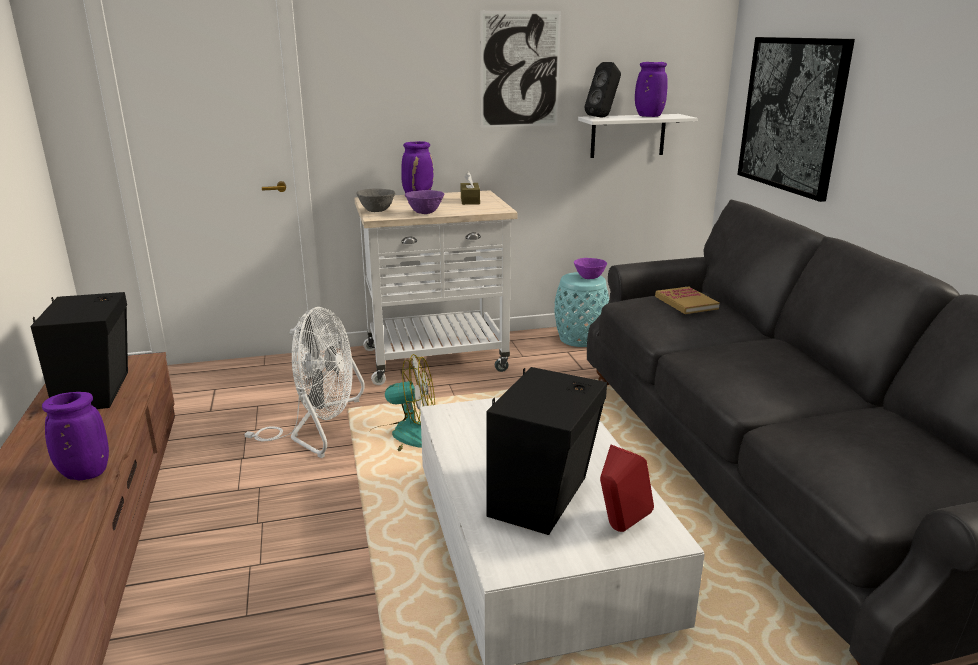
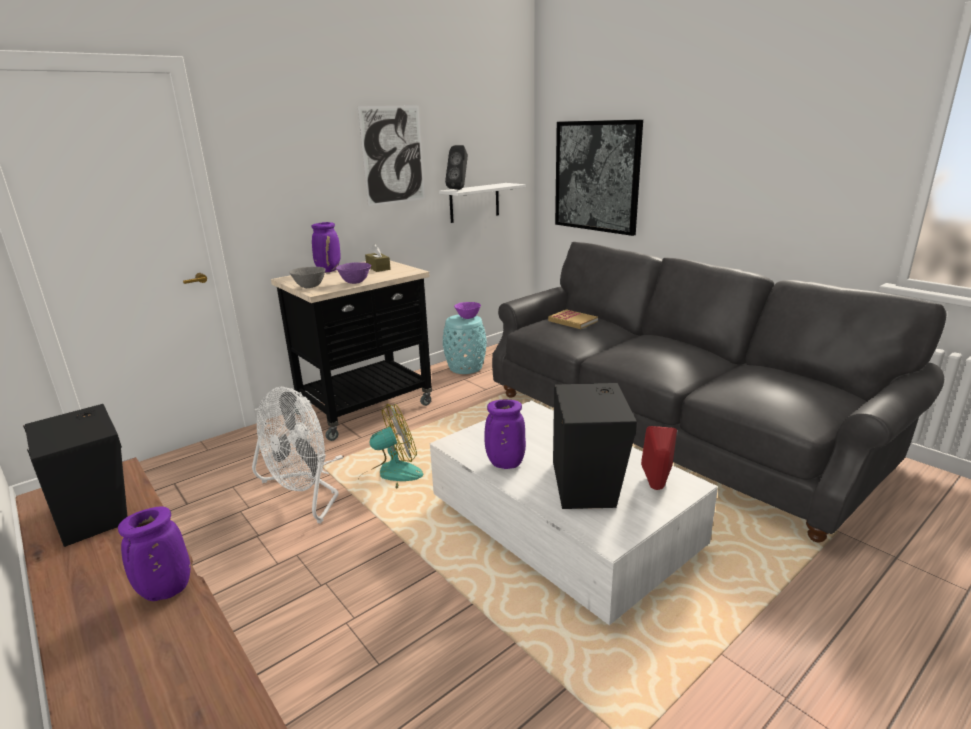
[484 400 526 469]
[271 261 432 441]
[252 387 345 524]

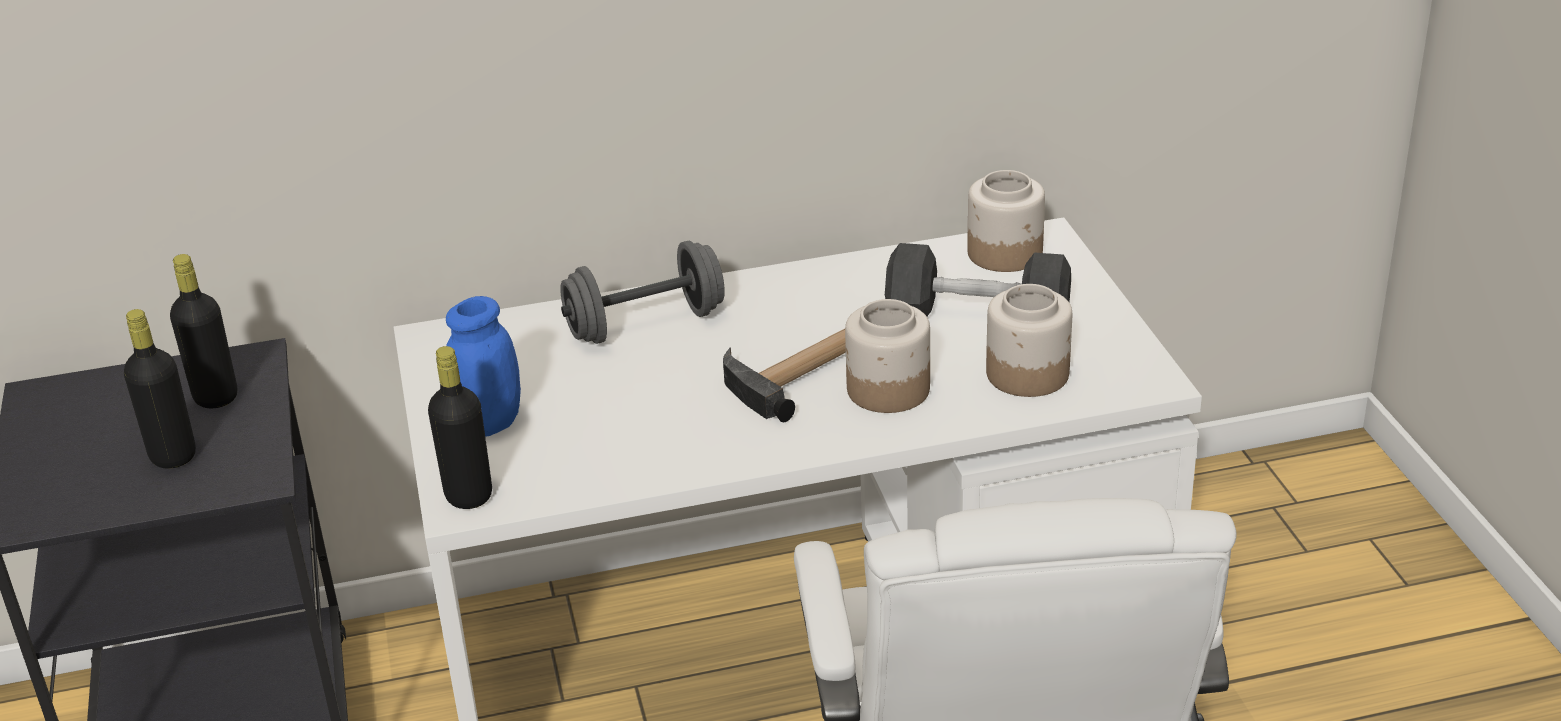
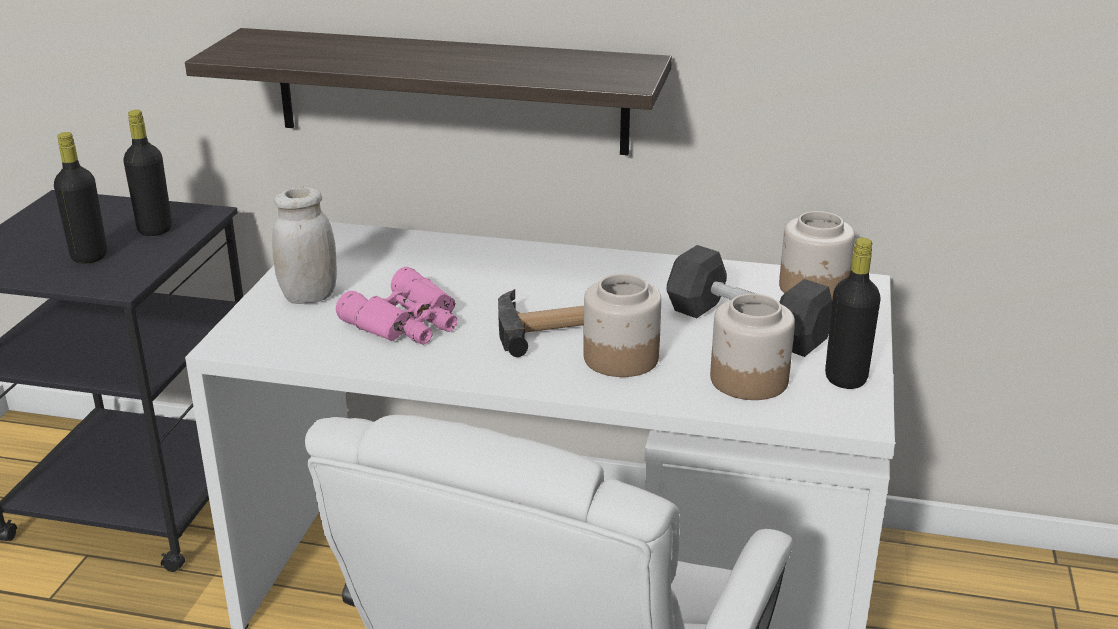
[560 241 725 344] (first image)
[185 28 672 155]
[336 267 457 345]
[825 238 881 389]
[272 187 337 304]

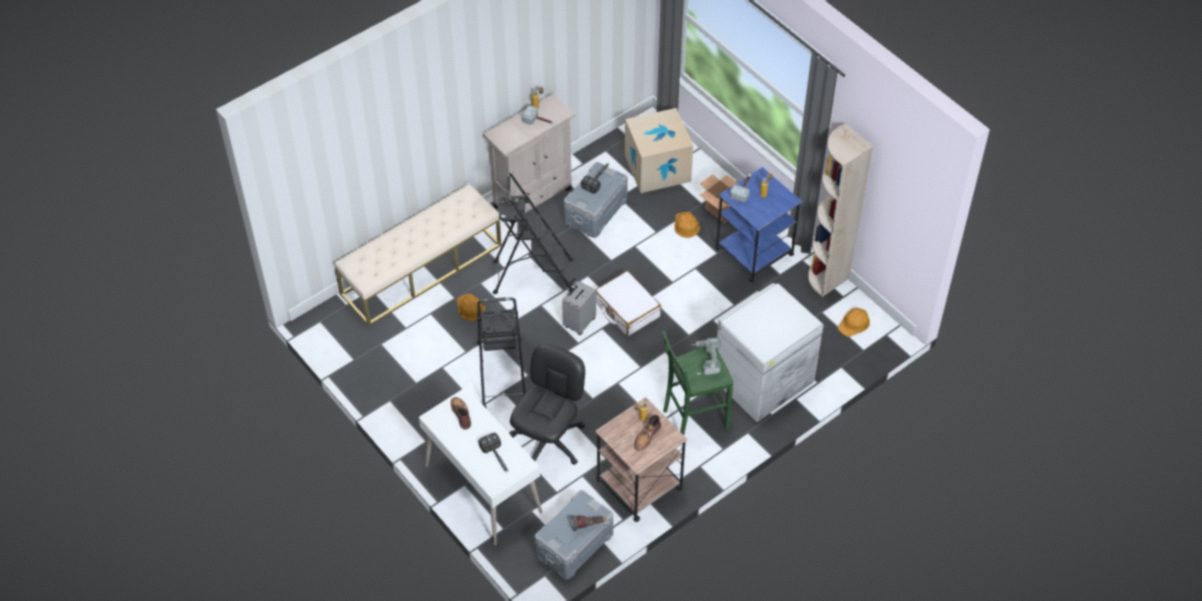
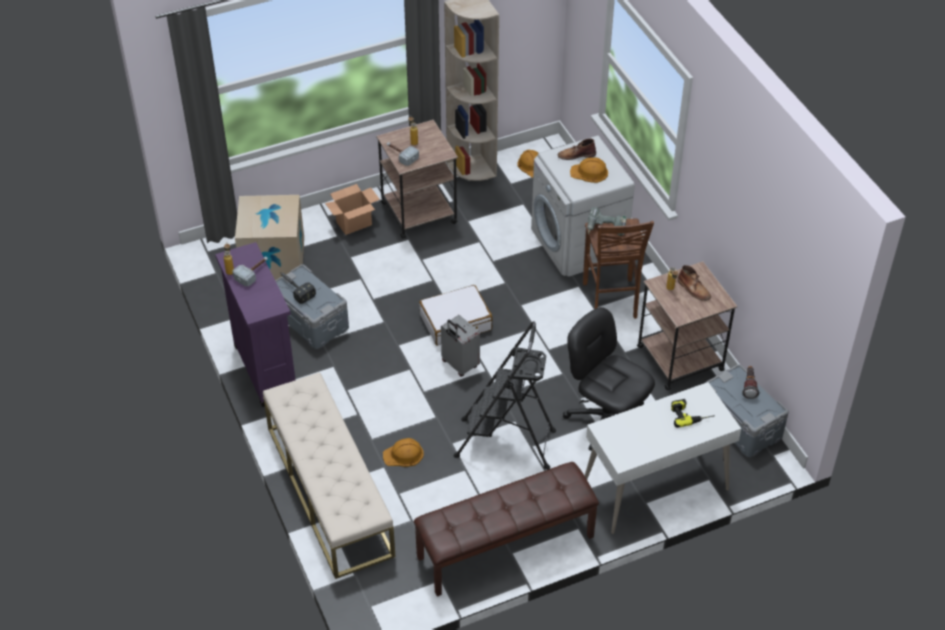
[493 173 574 294] (first image)
[414 462 599 597]
[558 138 596 160]
[570 157 608 183]
[671 399 714 428]
[215 242 296 407]
[583 219 654 319]
[376 120 458 238]

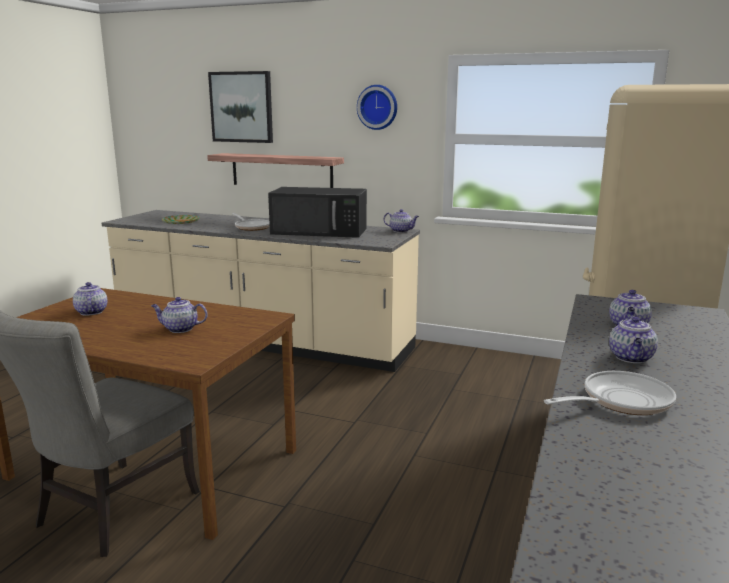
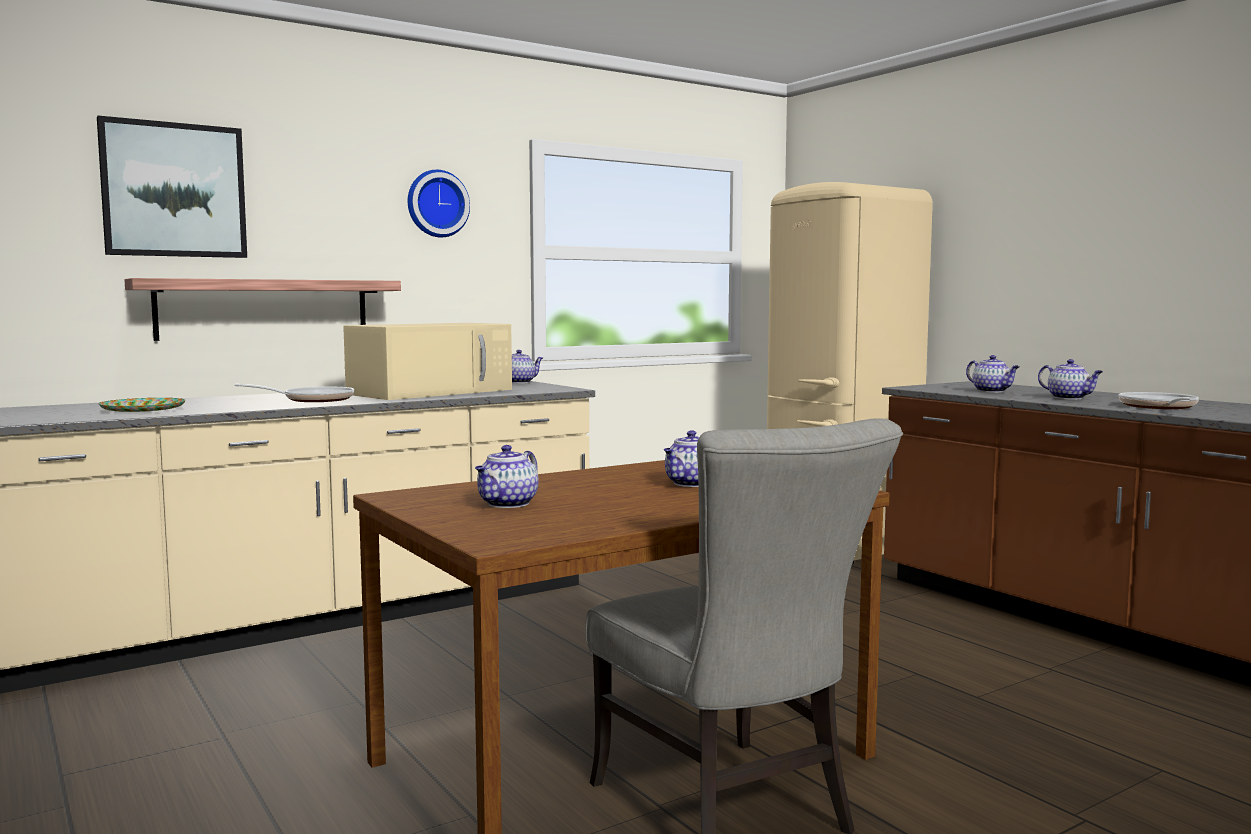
[343 323 512 400]
[475 445 538 508]

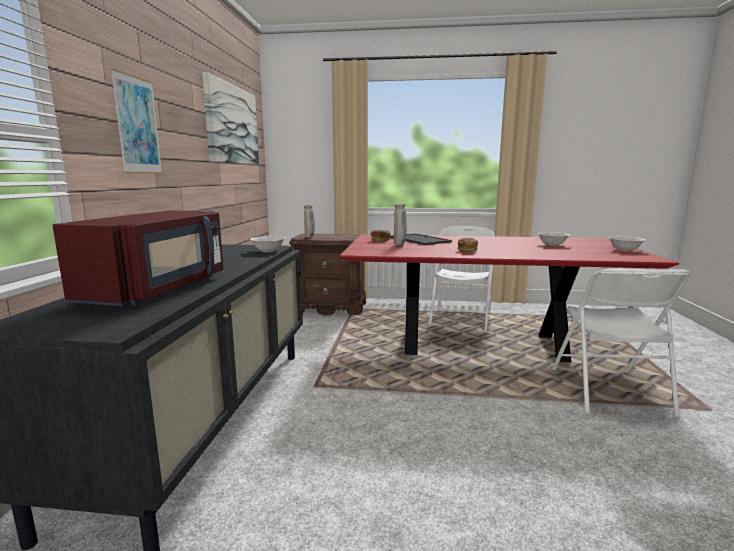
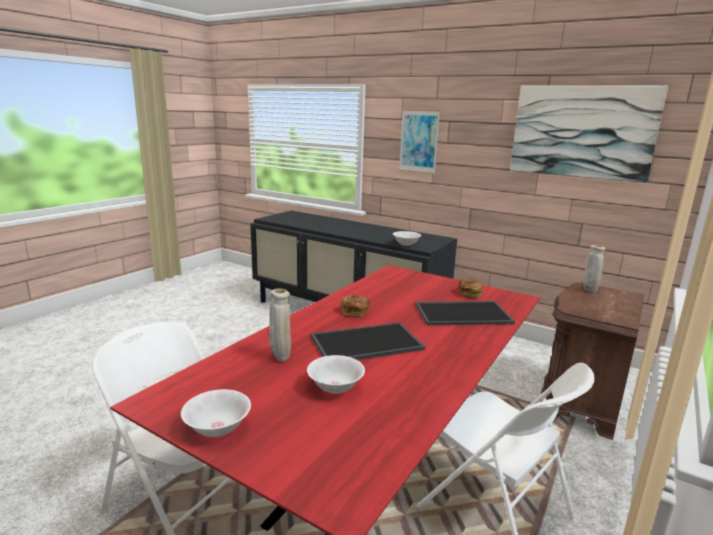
[52 210 223 306] (first image)
[311 322 425 360]
[269 288 291 362]

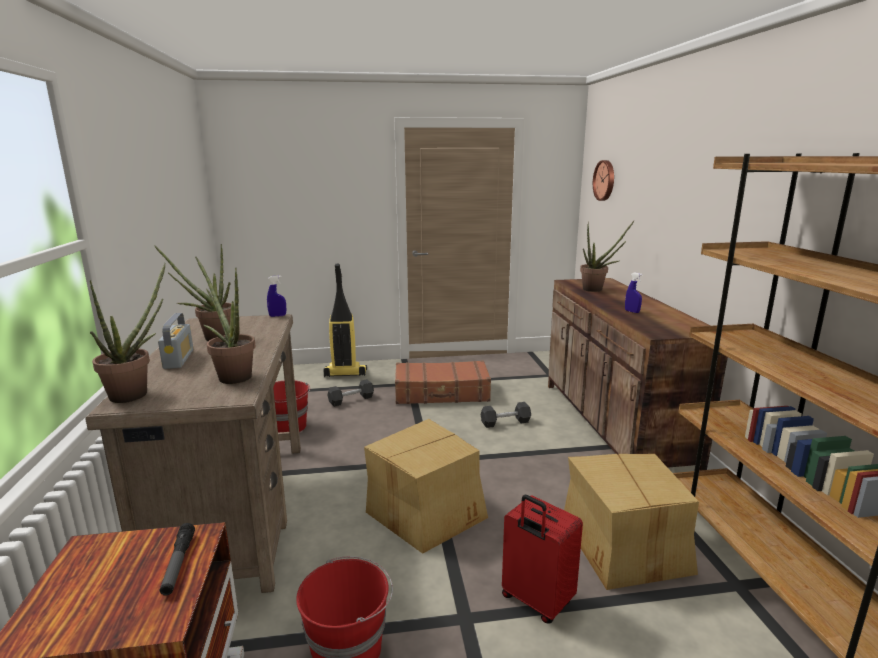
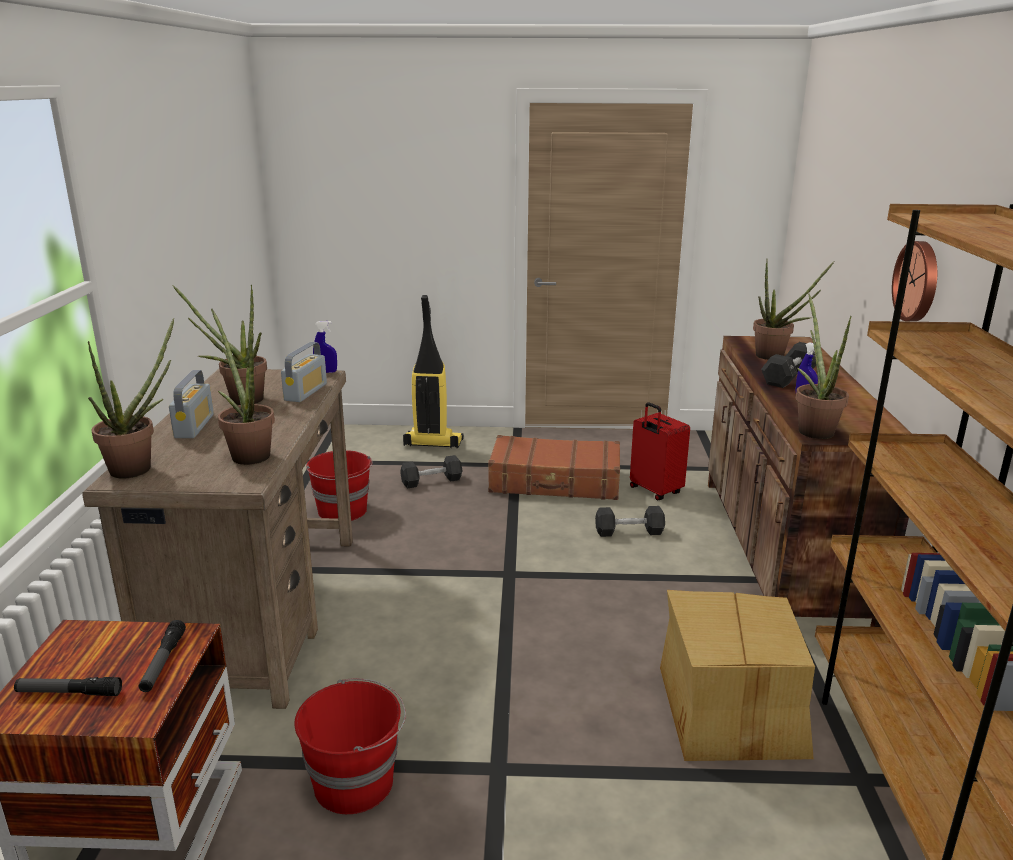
[364 419 488 554] (first image)
[14 677 122 696]
[281 342 327 402]
[761 342 816 388]
[796 293 852 439]
[630 402 690 500]
[892 241 937 321]

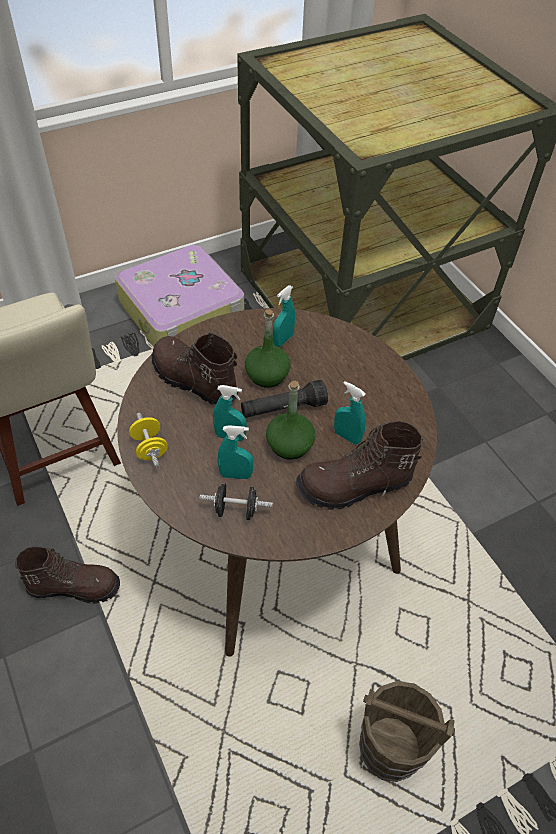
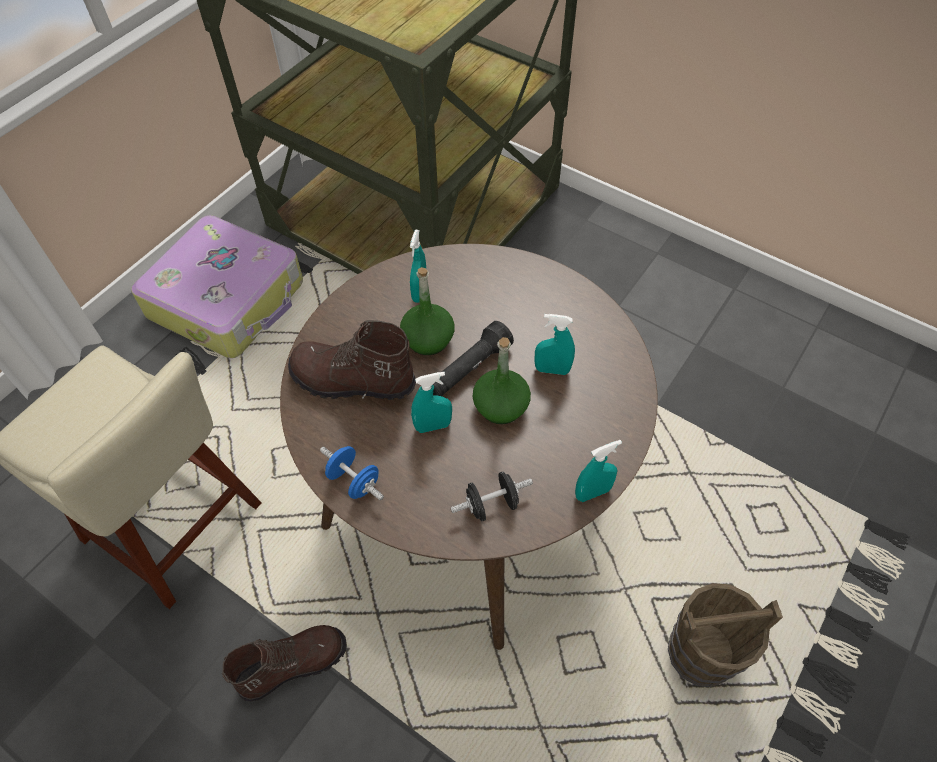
[296 421 423 510] (first image)
[575 440 622 502]
[320 446 384 500]

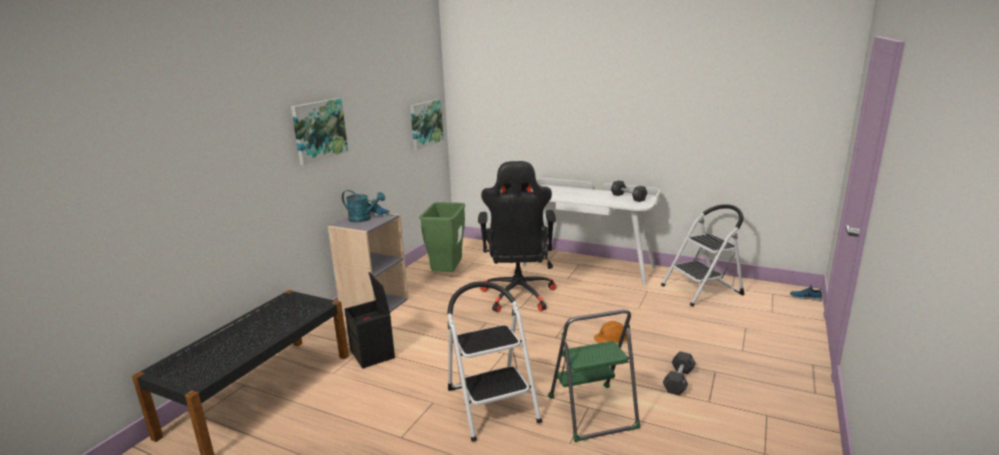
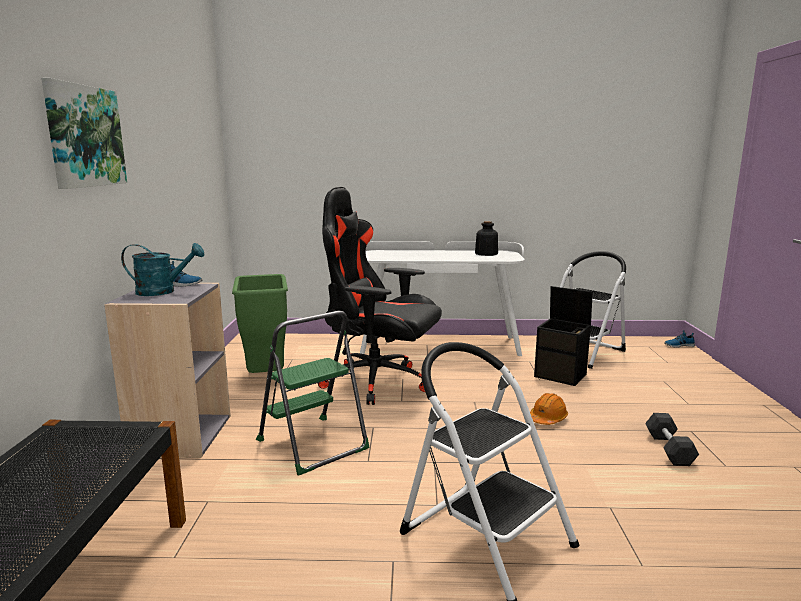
[410 99 444 150] (first image)
[534 286 593 386]
[256 311 370 476]
[475 221 498 256]
[317 187 442 405]

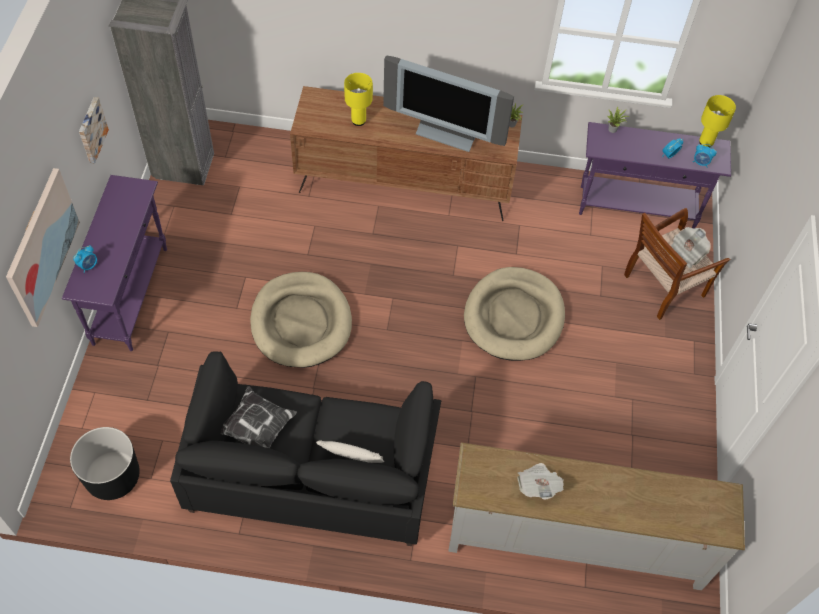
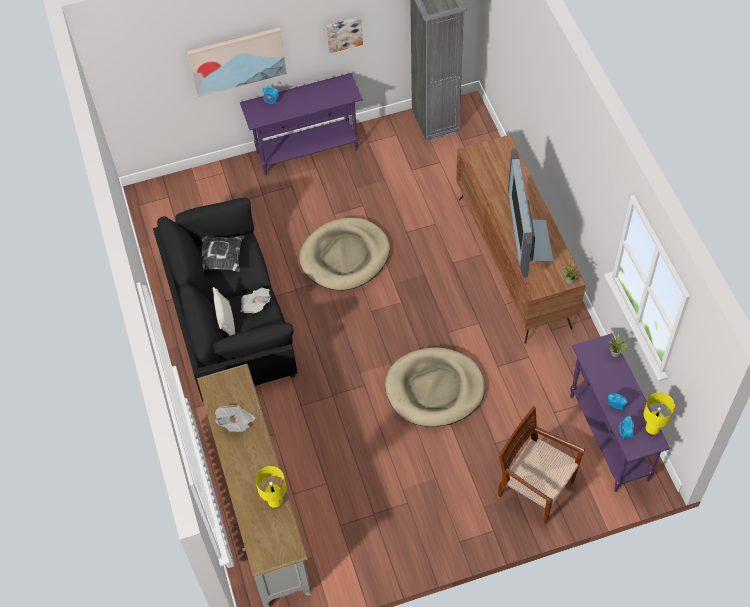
[70 427 140 500] (first image)
[256 466 286 508]
[241 288 270 313]

